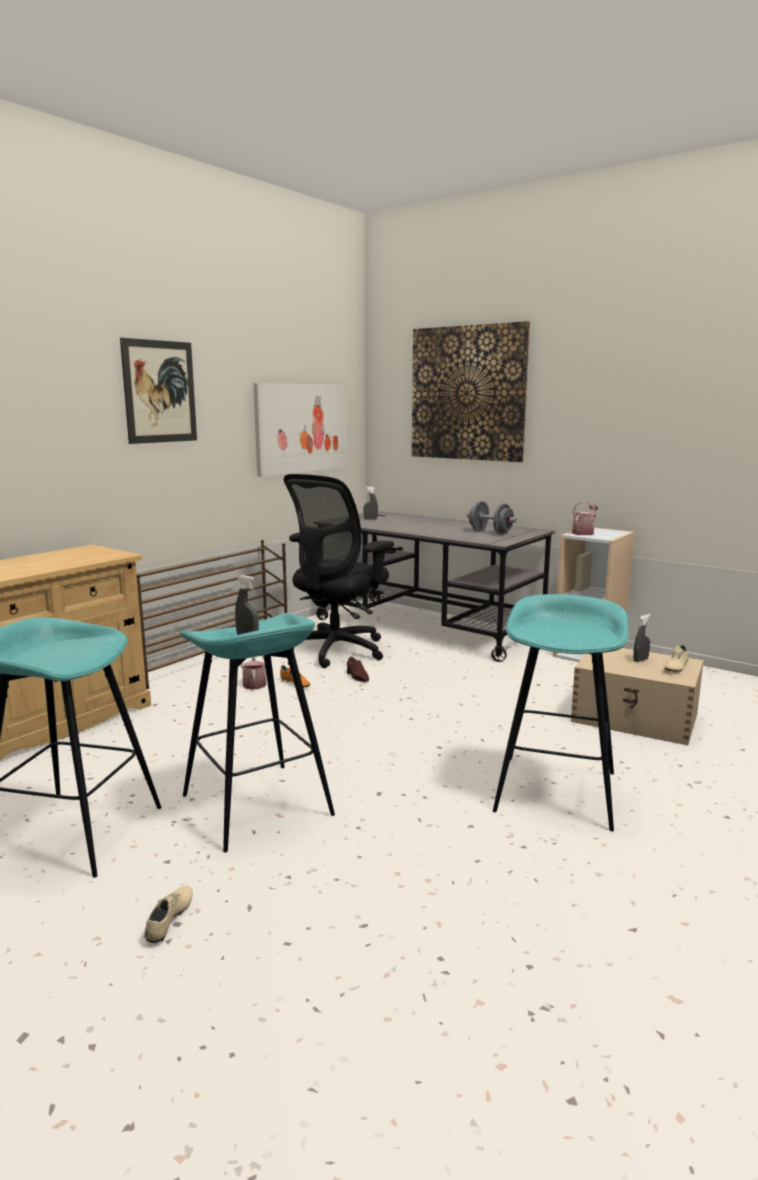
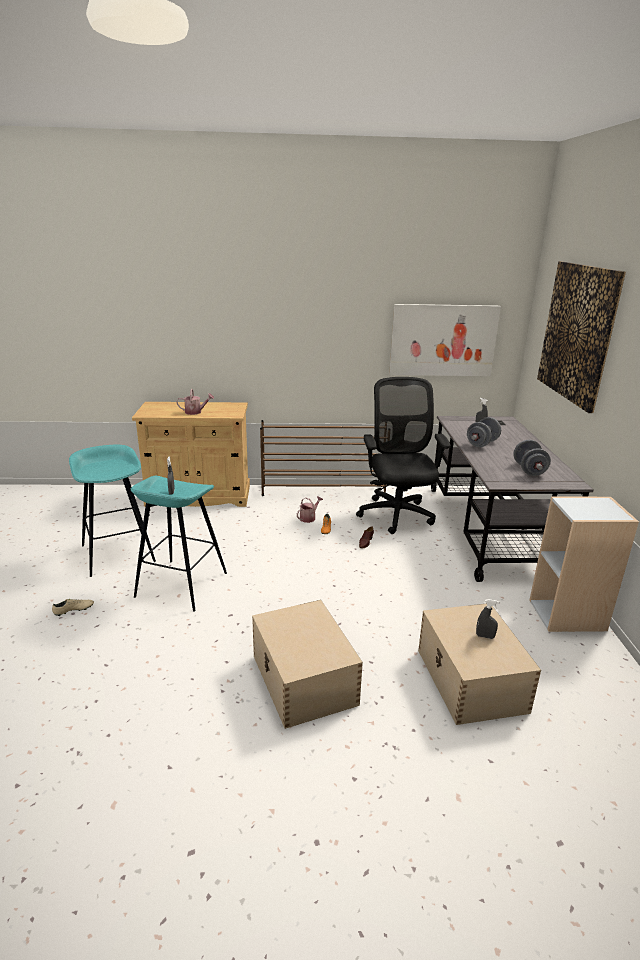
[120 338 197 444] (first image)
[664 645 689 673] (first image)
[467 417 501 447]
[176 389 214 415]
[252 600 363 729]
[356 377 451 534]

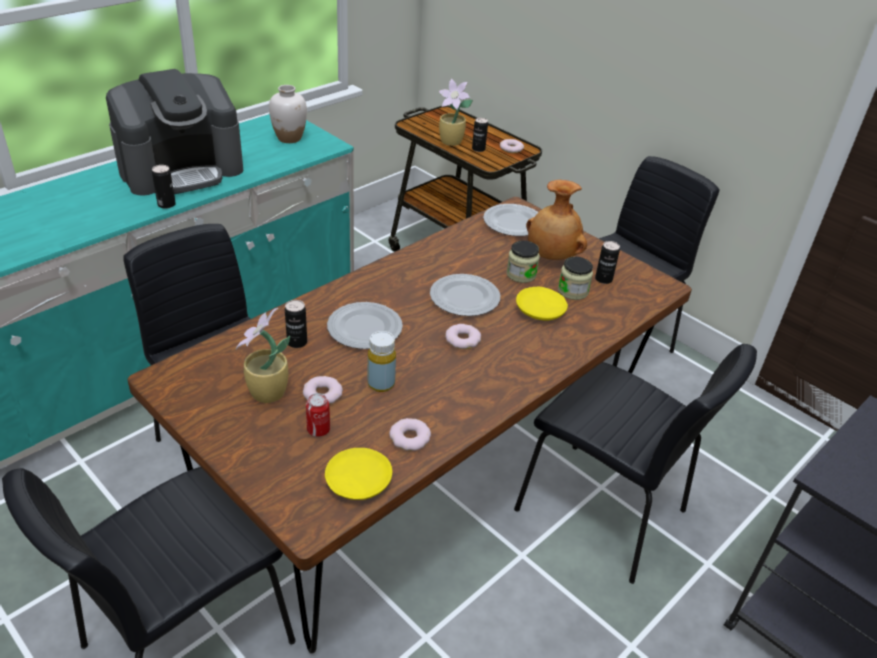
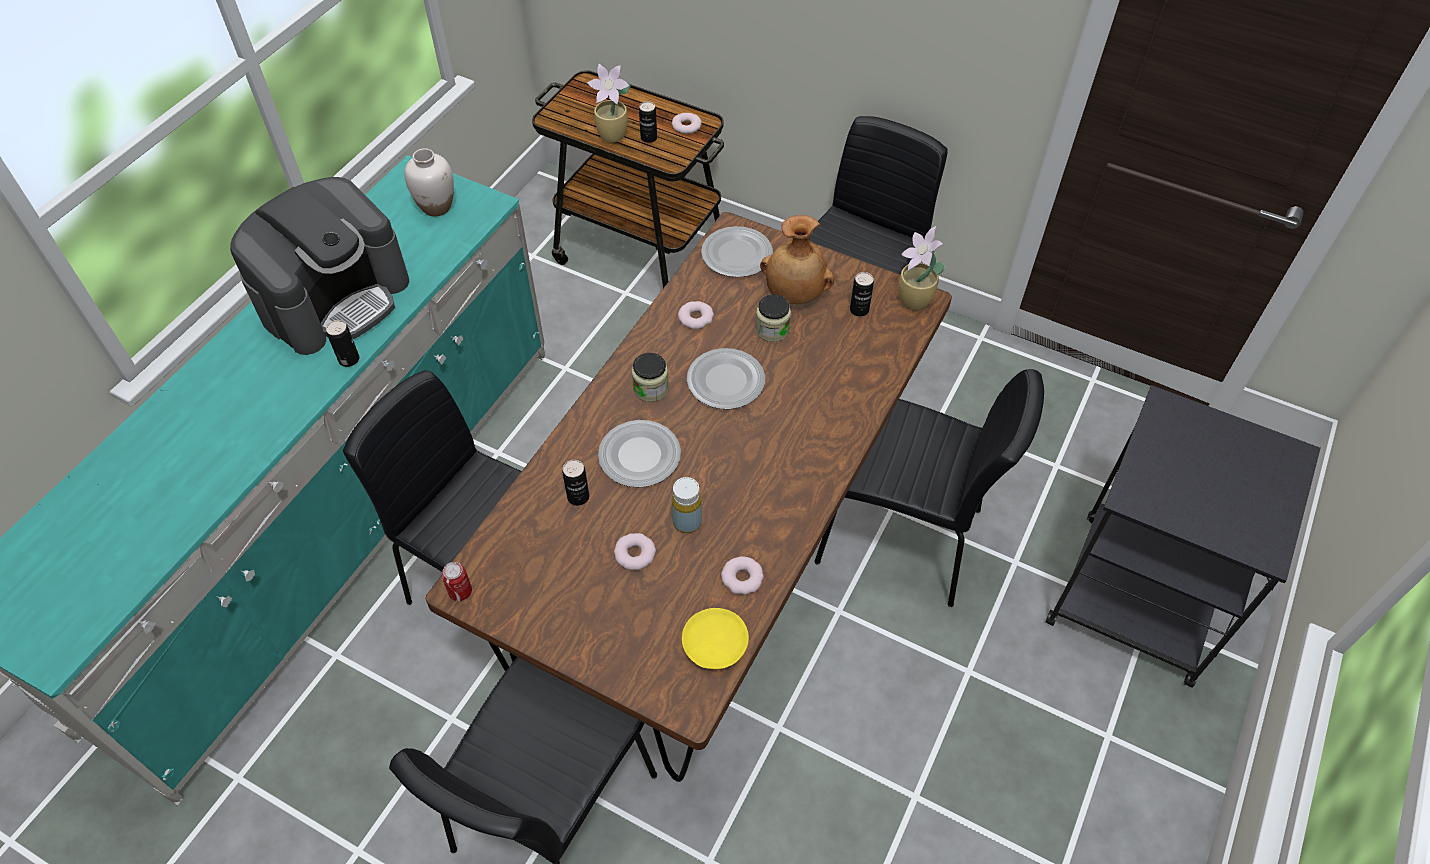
[516 287 568 321] (first image)
[899 226 945 310]
[442 562 472 601]
[678 301 714 329]
[632 353 669 402]

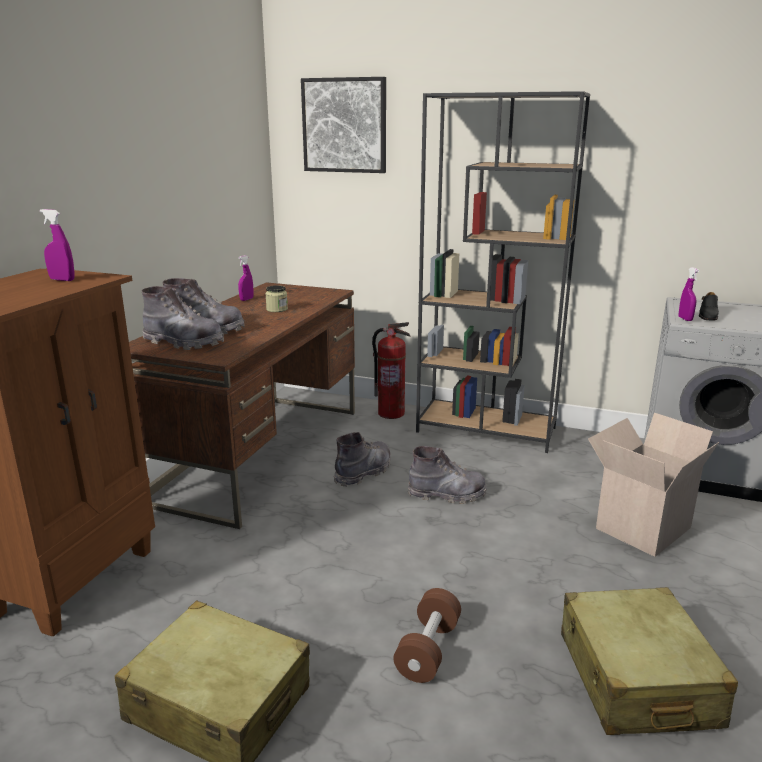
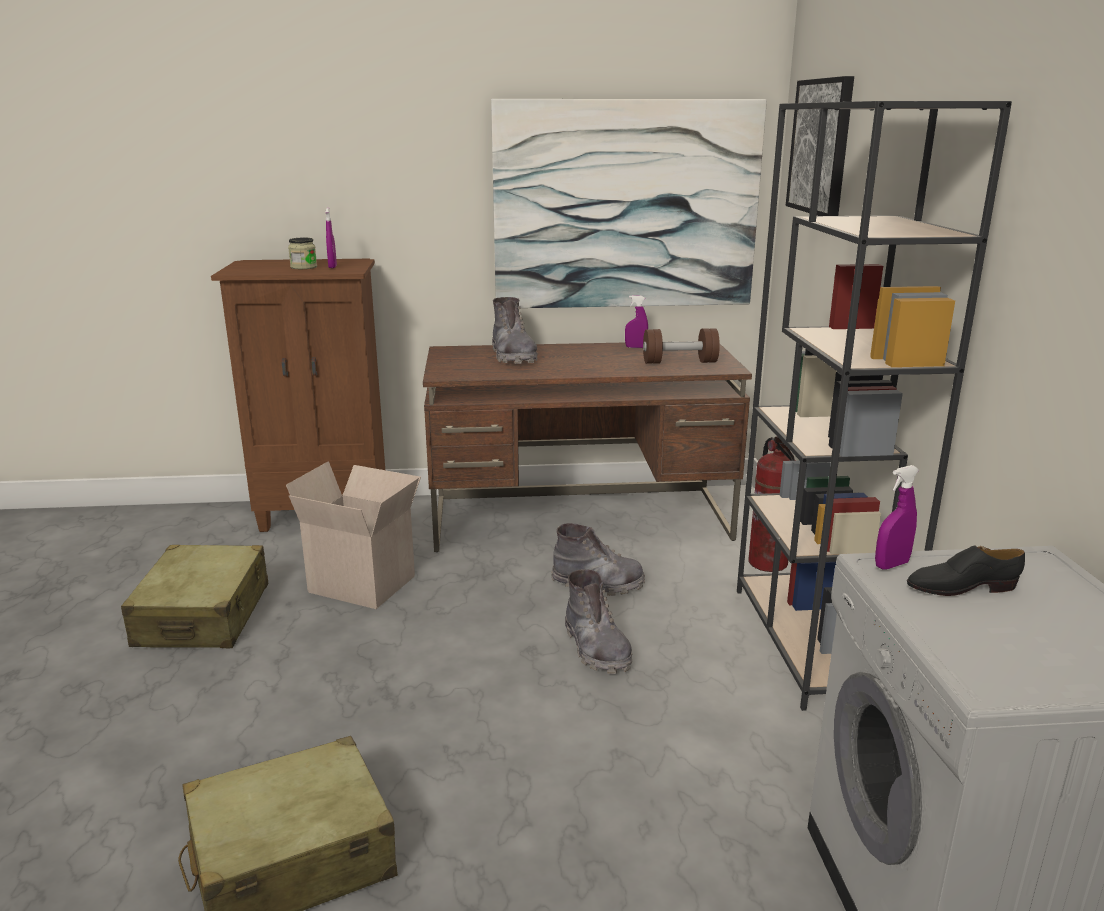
[141 286 224 350] (first image)
[491 99 767 308]
[288 238 317 269]
[643 328 720 364]
[286 461 421 609]

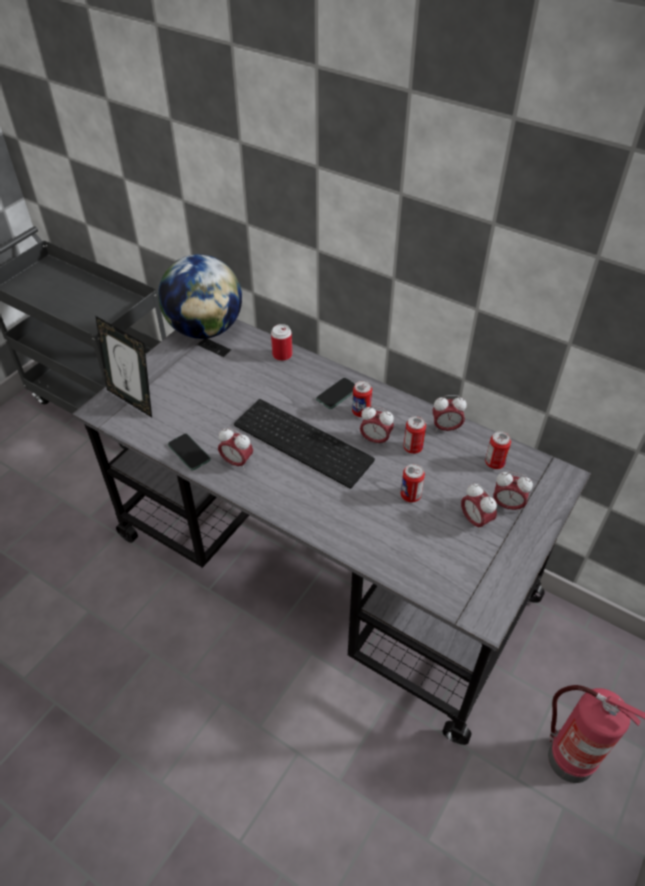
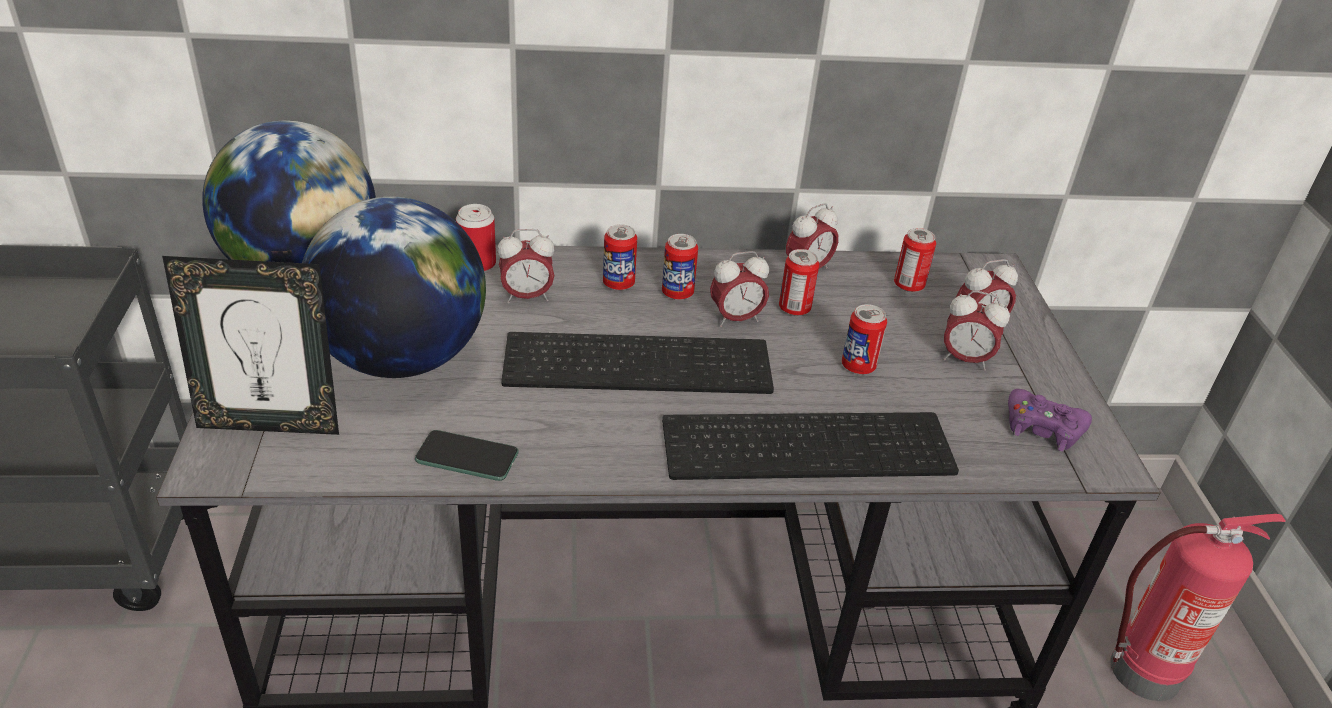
[302 197 486 378]
[662 412 959 480]
[1008 389 1092 452]
[497 229 555 303]
[603 224 637 290]

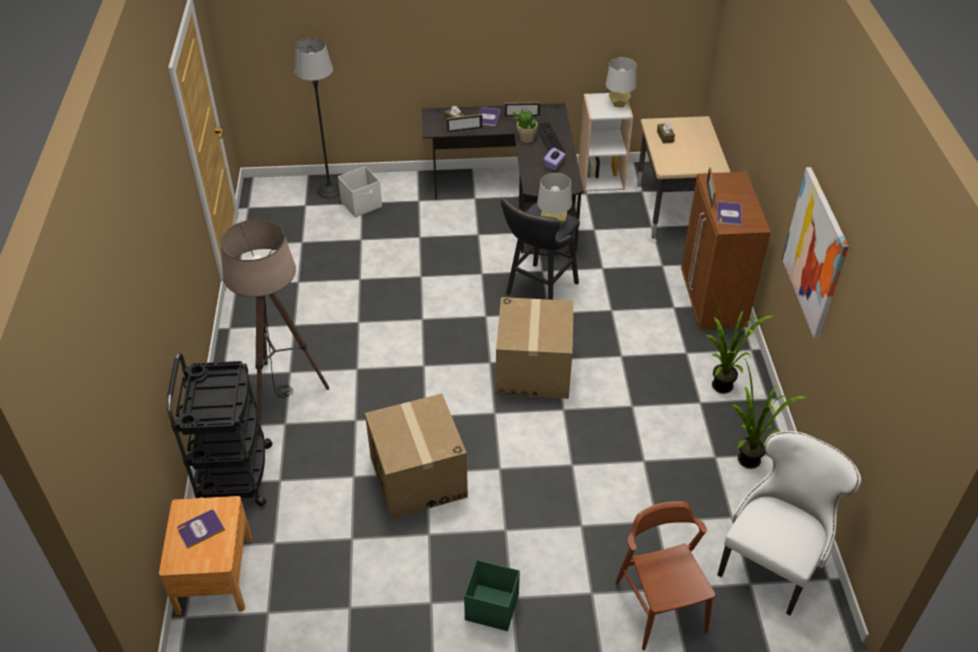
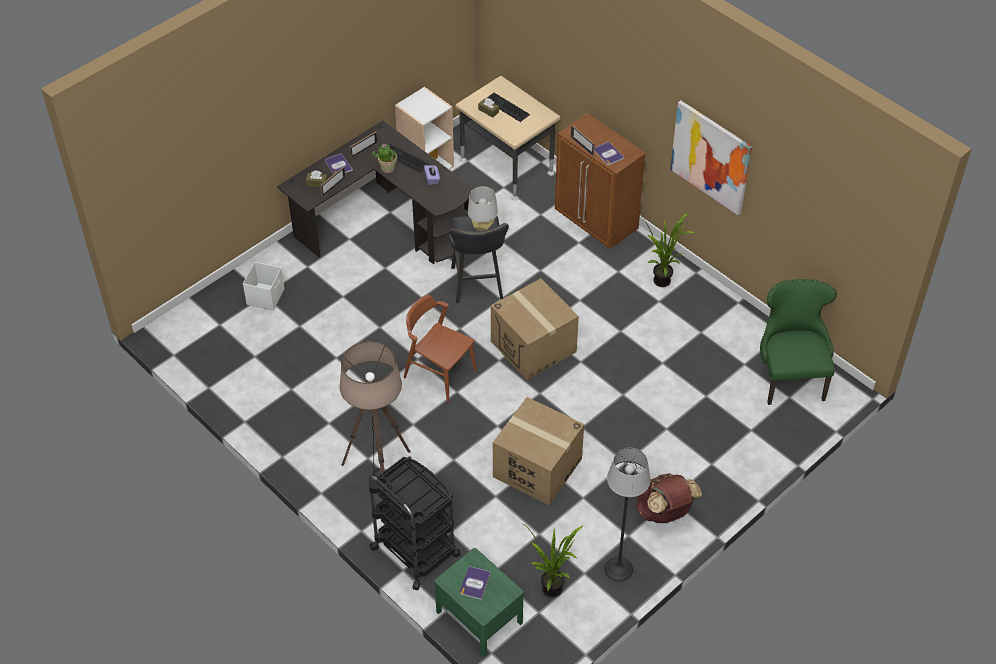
[606 57 637 107] (first image)
[487 93 530 122]
[604 448 651 582]
[404 295 477 402]
[523 524 584 598]
[636 473 702 523]
[435 548 523 656]
[760 279 837 405]

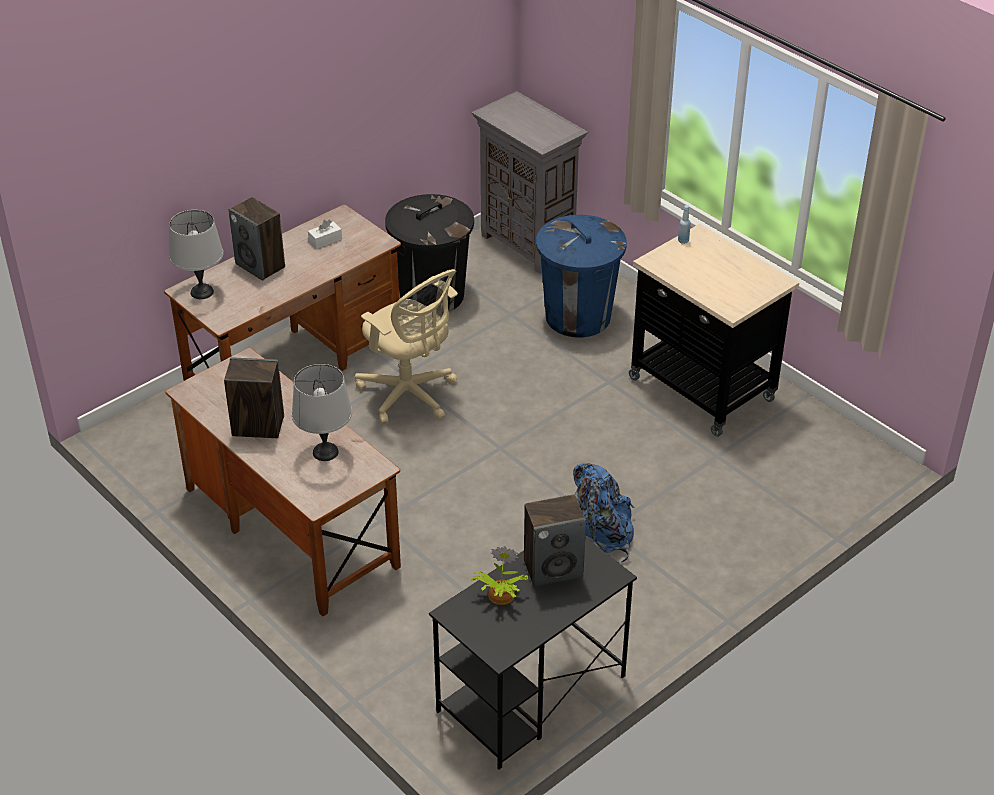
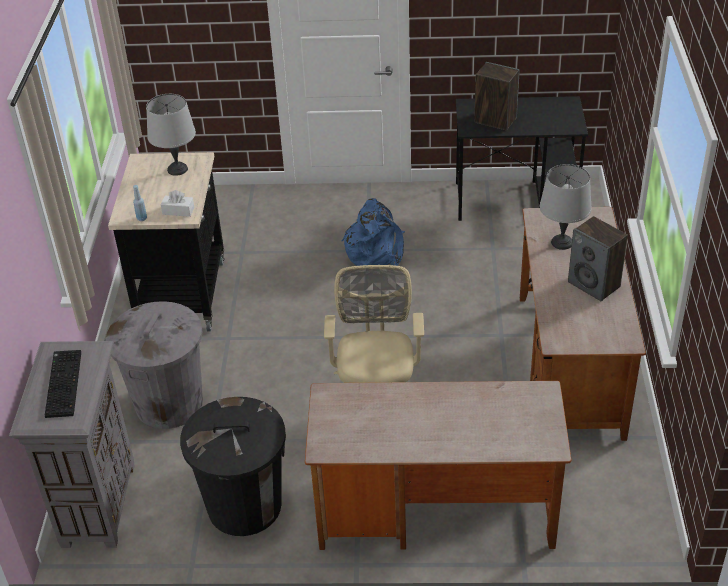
[228 197 285 281] (first image)
[471 546 528 605] (first image)
[45 350 81 418]
[146 94 196 176]
[161 190 194 217]
[106 301 203 429]

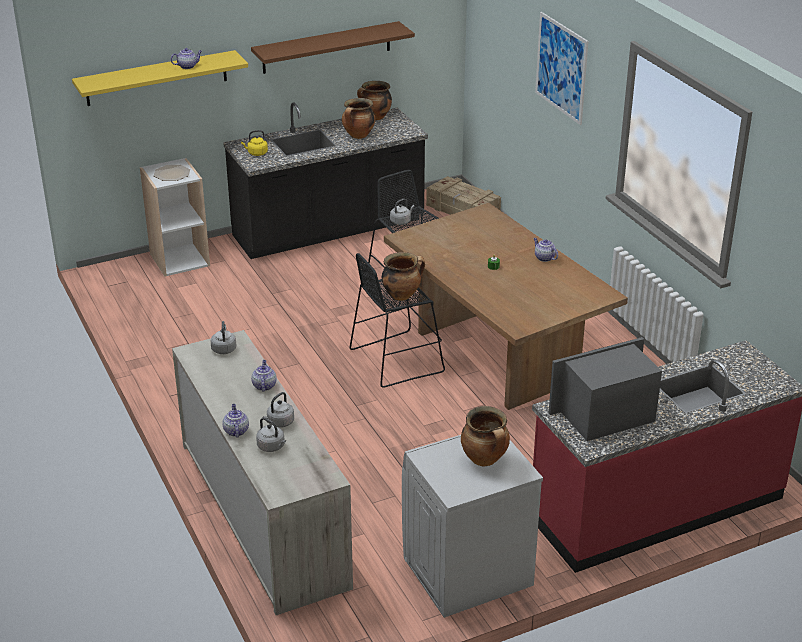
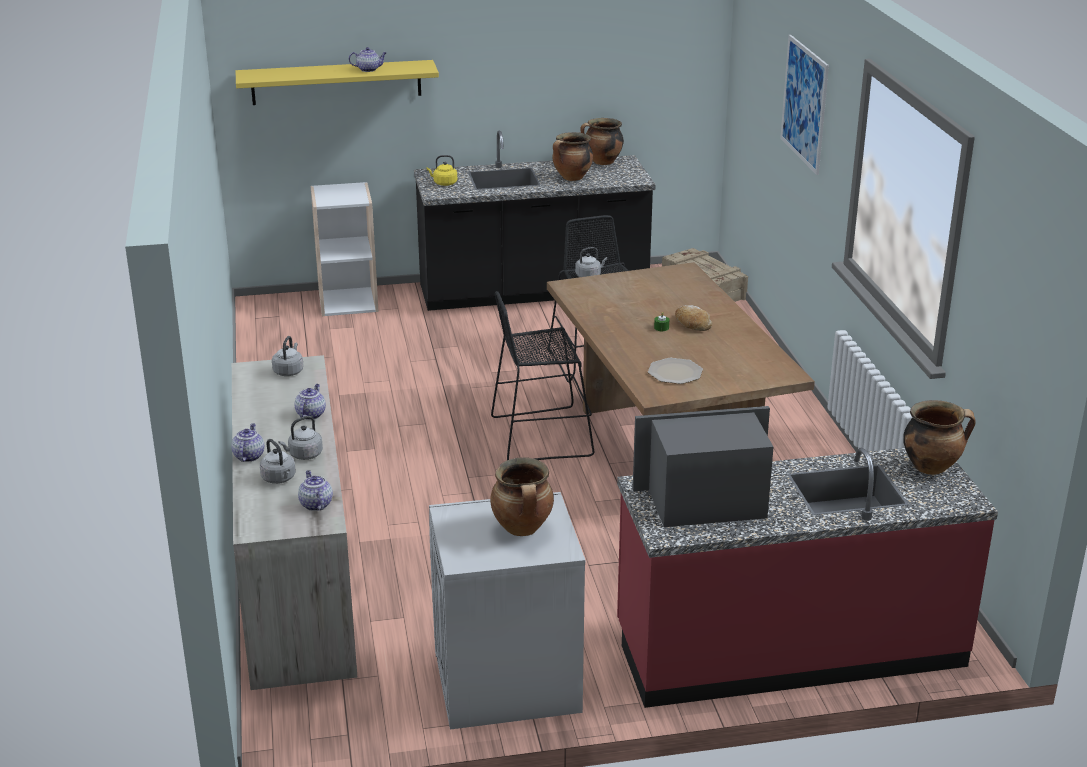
[251 21 415 74] (first image)
[675 305 712 331]
[648 358 703 384]
[903 400 976 475]
[298 470 333 511]

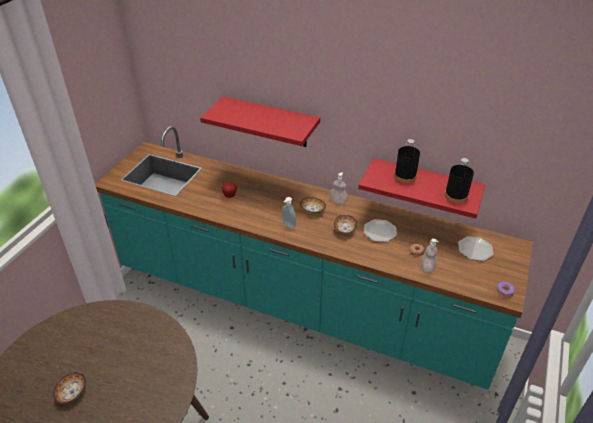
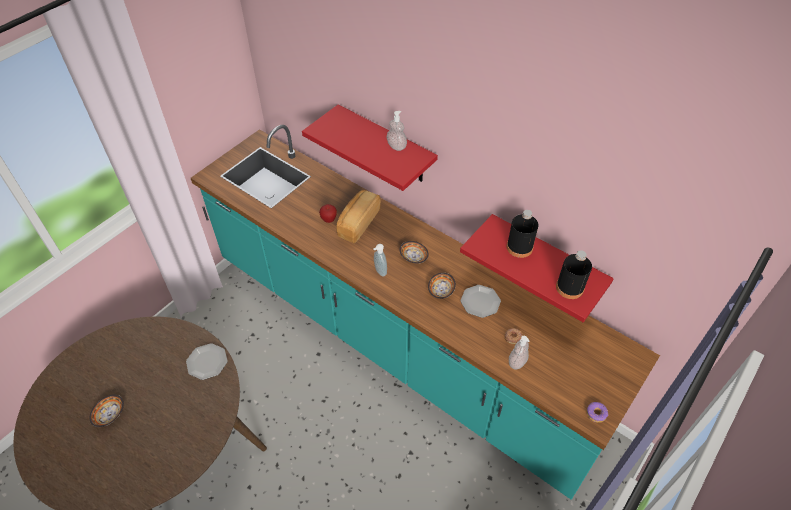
[336 190 381 243]
[387 111 407 151]
[186 343 228 380]

